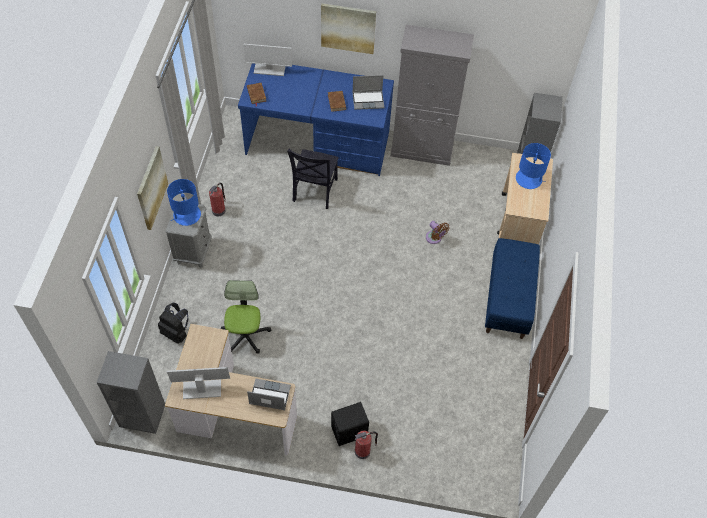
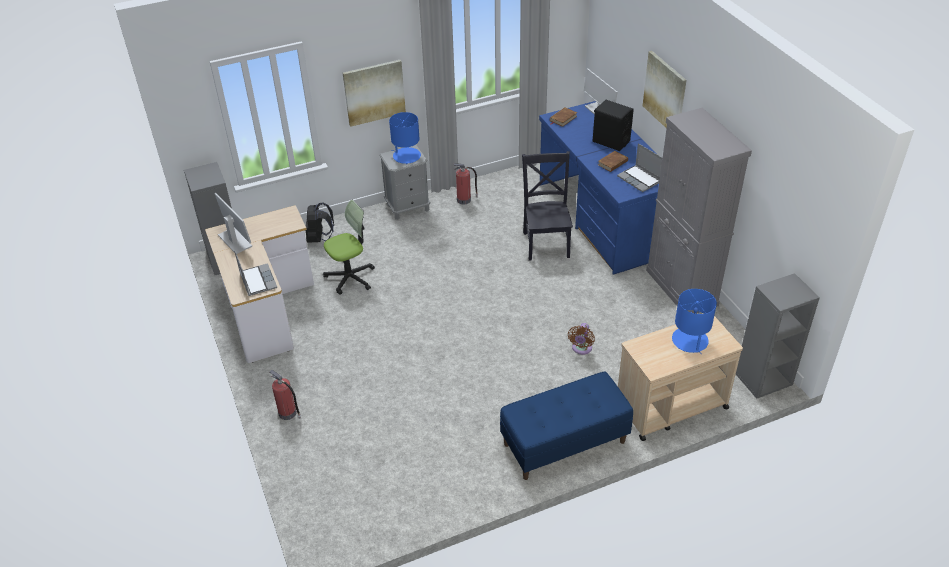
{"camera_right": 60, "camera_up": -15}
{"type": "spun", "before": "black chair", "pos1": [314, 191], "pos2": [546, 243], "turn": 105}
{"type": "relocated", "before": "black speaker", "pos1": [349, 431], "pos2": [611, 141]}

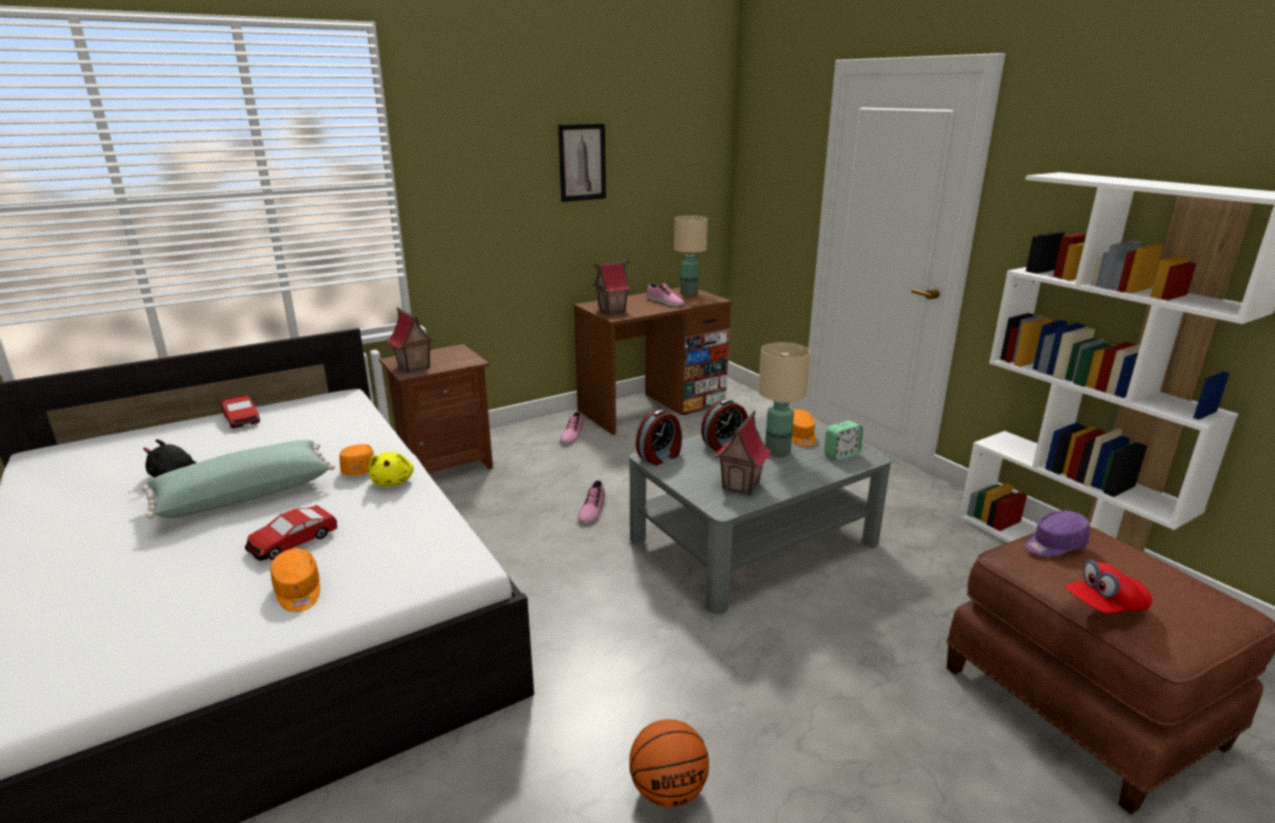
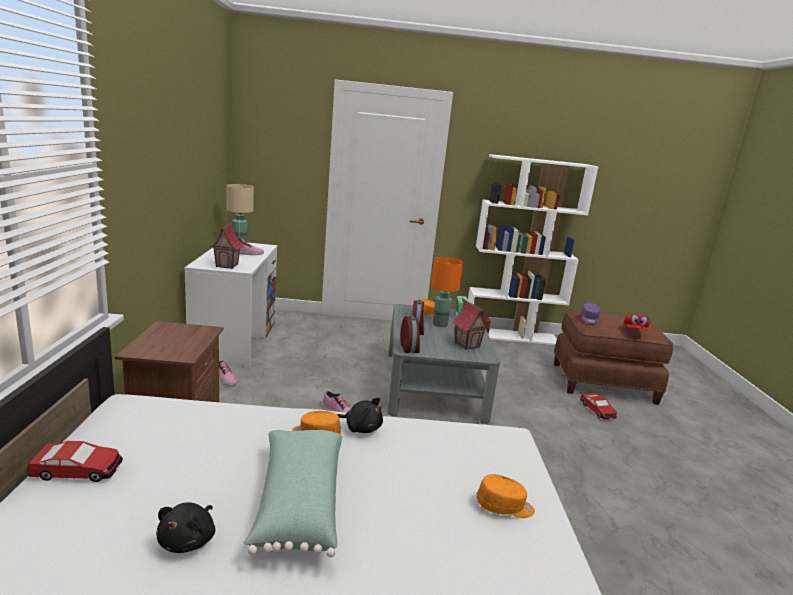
{"camera_right": -60, "camera_up": -5}
{"type": "relocated", "before": "toy car", "pos1": [293, 541], "pos2": [597, 410]}
{"type": "colour", "before": "yellow plush toy", "after": "black plush toy", "pos1": [393, 482], "pos2": [361, 428]}
{"type": "missing", "before": "toy house", "pos1": [413, 367]}
{"type": "missing", "before": "picture", "pos1": [582, 162]}
{"type": "colour", "before": "brown desk", "after": "white desk", "pos1": [652, 407], "pos2": [235, 340]}
{"type": "missing", "before": "basketball", "pos1": [668, 791]}
{"type": "colour", "before": "beige table lamp", "after": "orange table lamp", "pos1": [778, 451], "pos2": [440, 324]}

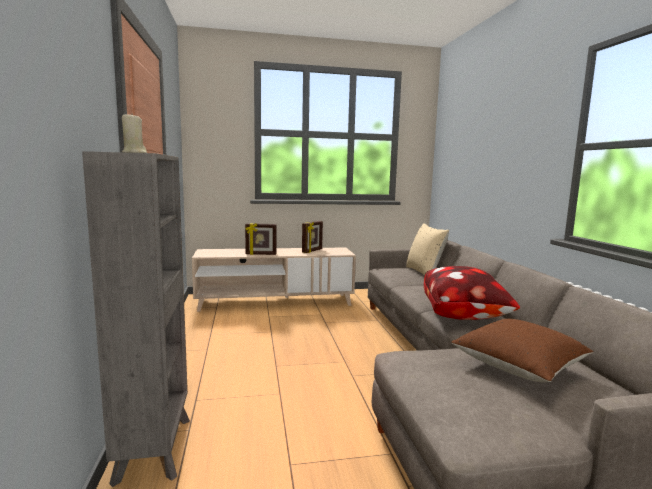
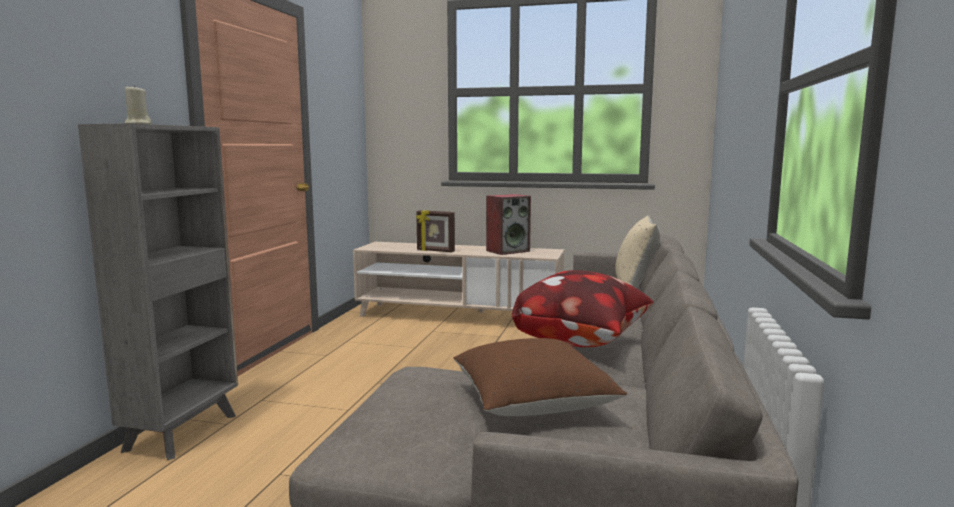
{"camera_right": 25, "camera_up": 0}
{"type": "exchanged", "before": "picture frame", "after": "speaker", "pos1": [312, 251], "pos2": [508, 251]}

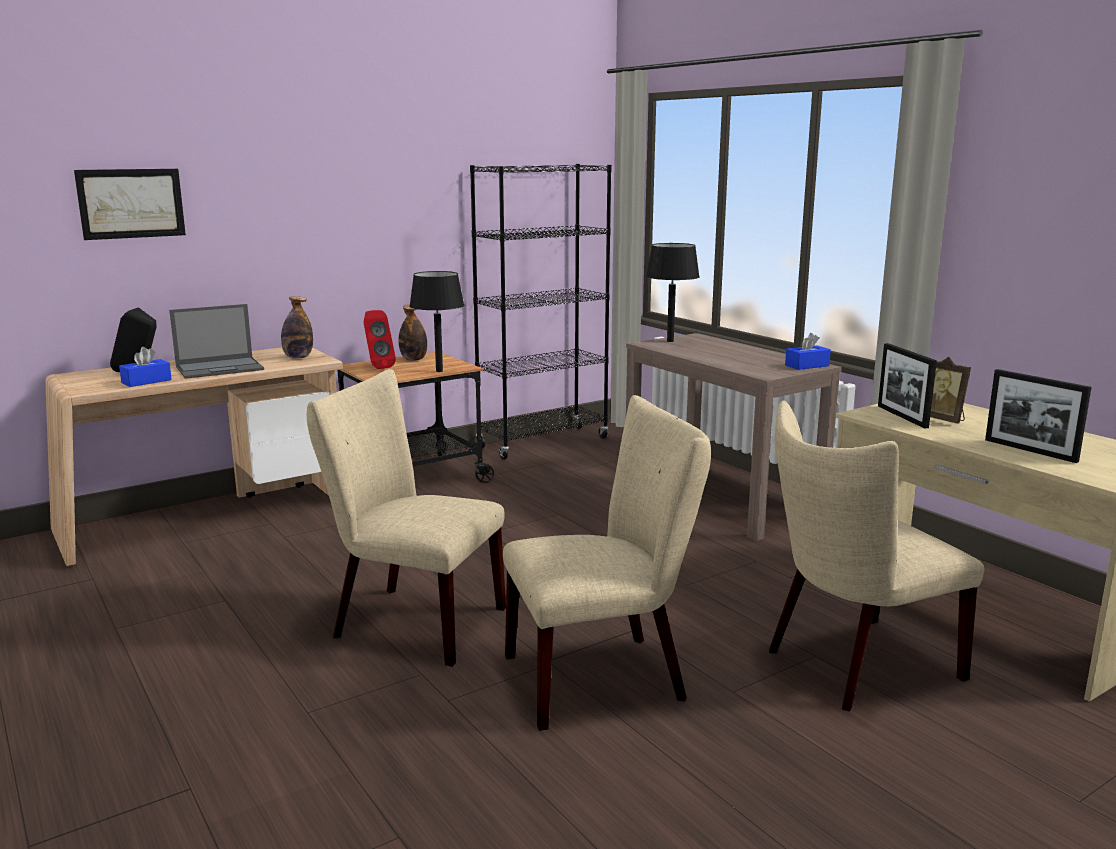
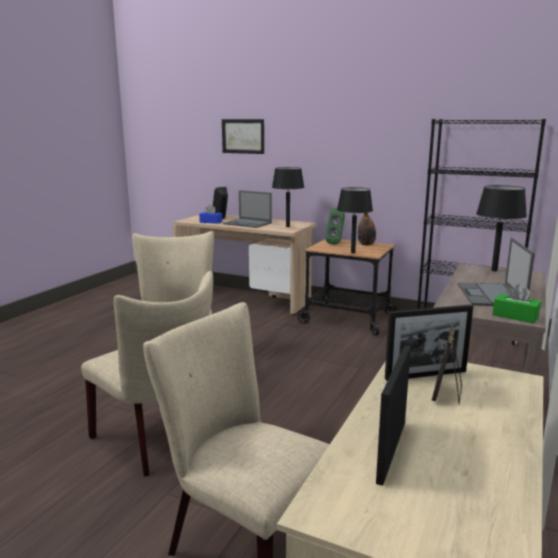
{"camera_right": 60, "camera_up": 0}
{"type": "exchanged", "before": "bottle", "after": "black table lamp", "pos1": [298, 357], "pos2": [287, 226]}
{"type": "colour", "before": "red speaker", "after": "green speaker", "pos1": [377, 367], "pos2": [336, 243]}
{"type": "colour", "before": "blue tissue box", "after": "green tissue box", "pos1": [807, 365], "pos2": [515, 316]}
{"type": "spun", "before": "picture frame", "pos1": [902, 416], "pos2": [425, 375], "turn": -150}
{"type": "appeared", "after": "laptop", "pos2": [490, 295]}

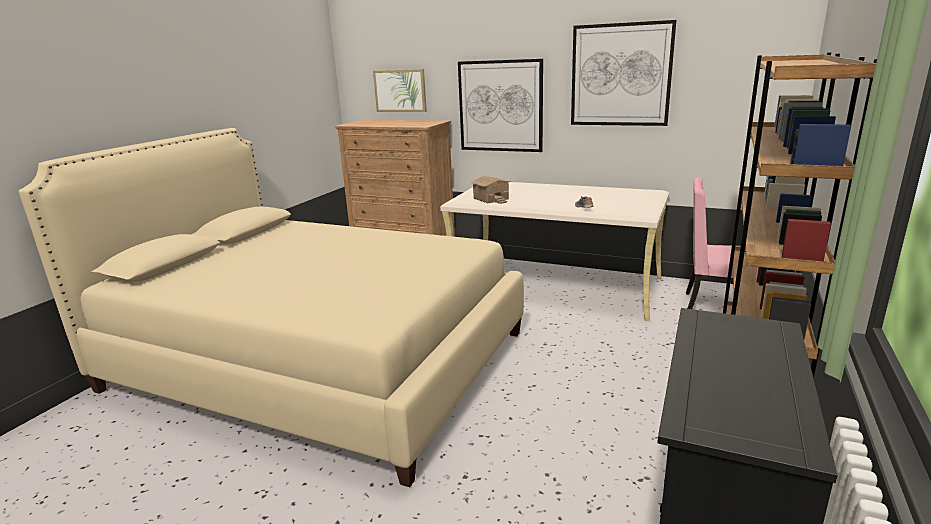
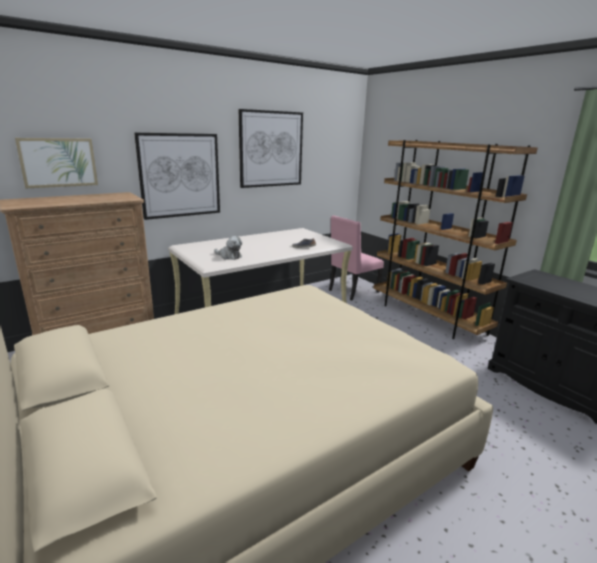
{"camera_right": -60, "camera_up": 0}
{"type": "exchanged", "before": "toy house", "after": "plush toy", "pos1": [491, 198], "pos2": [229, 256]}

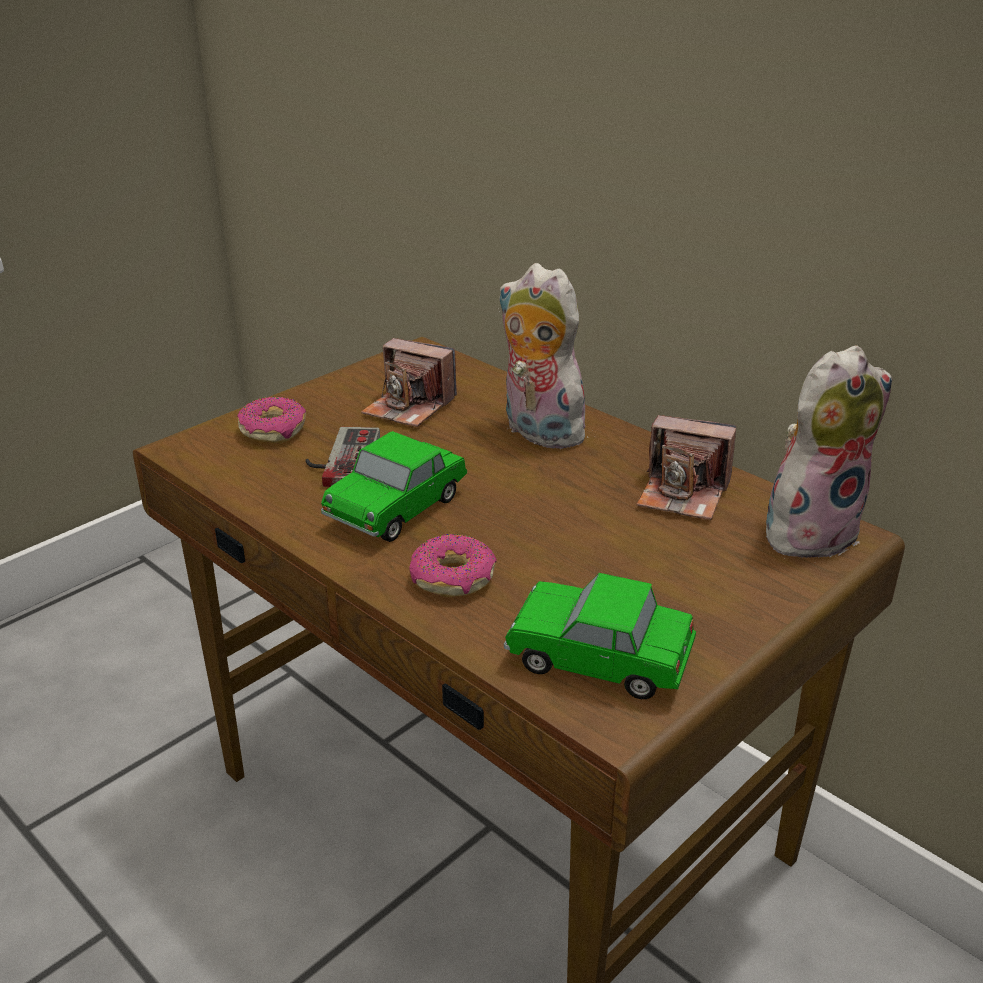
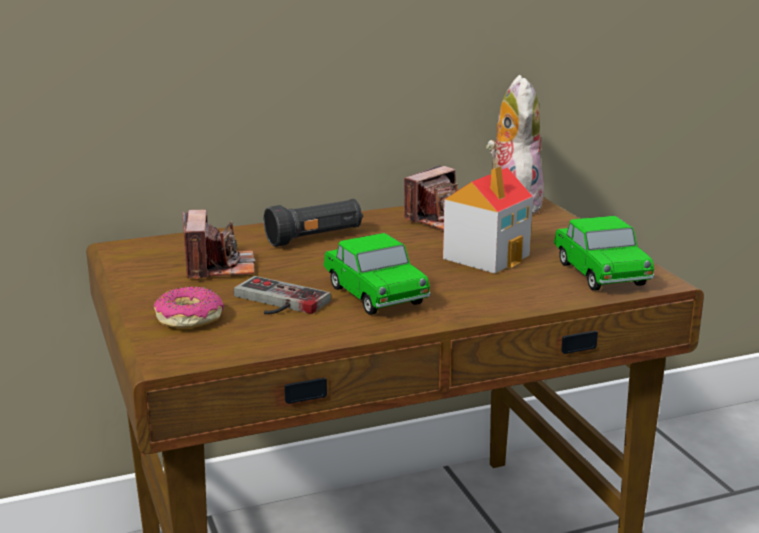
{"camera_right": -65, "camera_up": -10}
{"type": "spun", "before": "photo camera", "pos1": [409, 407], "pos2": [218, 267], "turn": -60}
{"type": "missing", "before": "donut", "pos1": [453, 578]}
{"type": "exchanged", "before": "plush toy", "after": "black flashlight", "pos1": [537, 432], "pos2": [315, 238]}
{"type": "spun", "before": "toy car", "pos1": [598, 660], "pos2": [600, 274], "turn": -60}
{"type": "appeared", "after": "toy house", "pos2": [487, 256]}

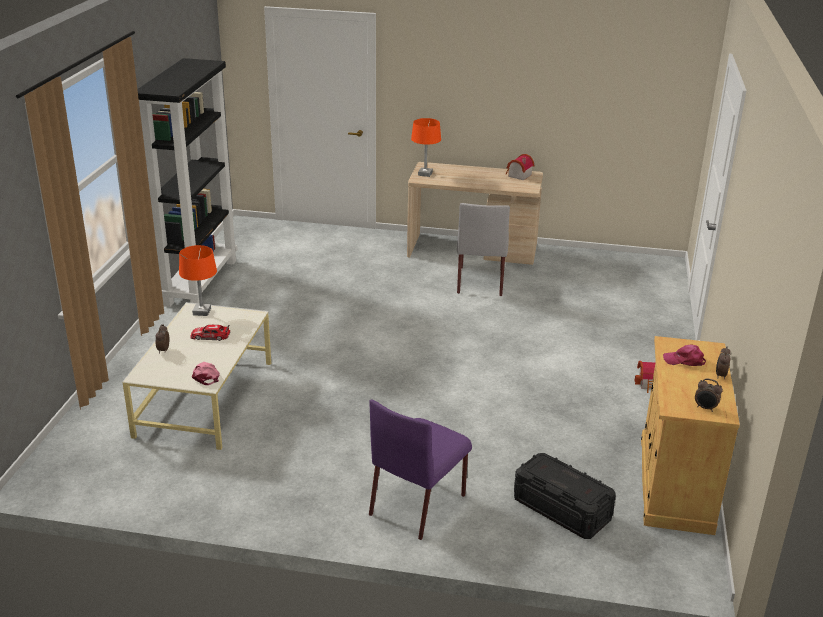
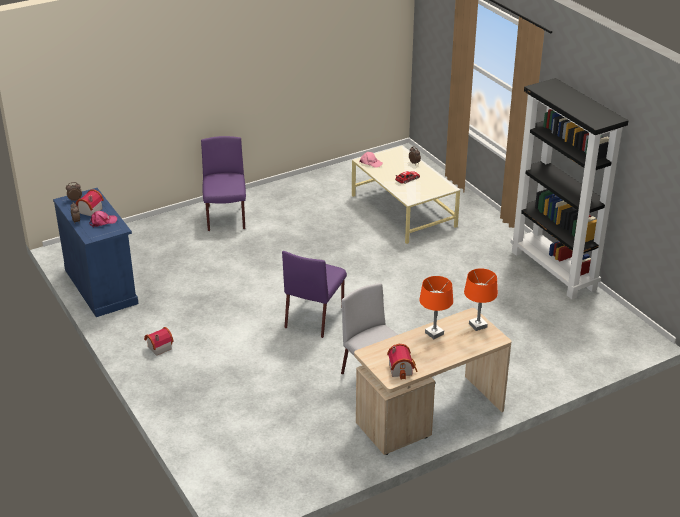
{"camera_right": 140, "camera_up": 5}
{"type": "relocated", "before": "orange table lamp", "pos1": [201, 312], "pos2": [434, 333]}
{"type": "missing", "before": "black storage box", "pos1": [561, 510]}
{"type": "colour", "before": "beige cabinet", "after": "blue cabinet", "pos1": [675, 484], "pos2": [101, 286]}
{"type": "appeared", "after": "toy house", "pos2": [89, 211]}
{"type": "appeared", "after": "purple chair", "pos2": [315, 317]}

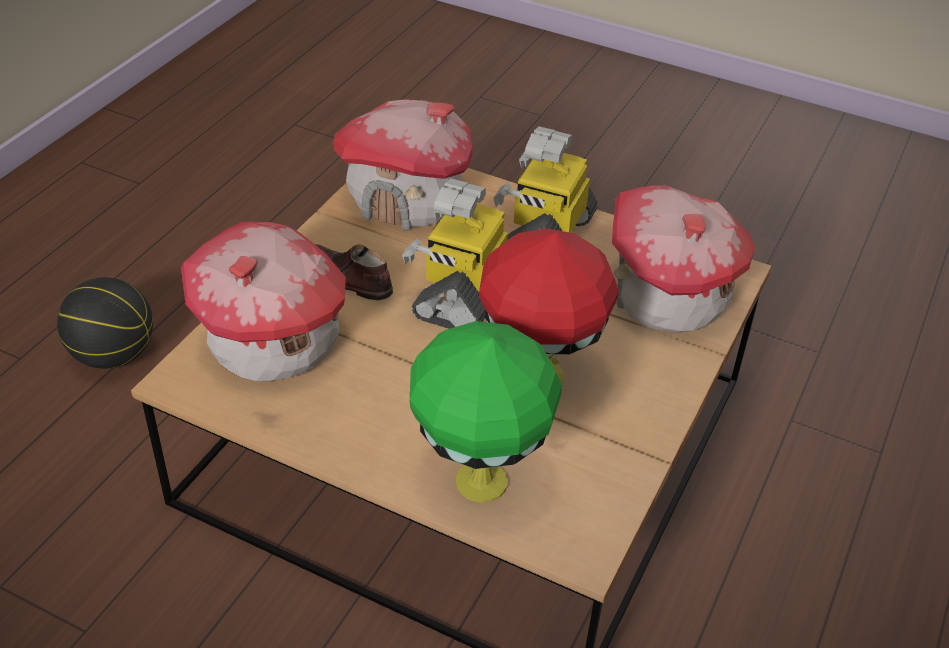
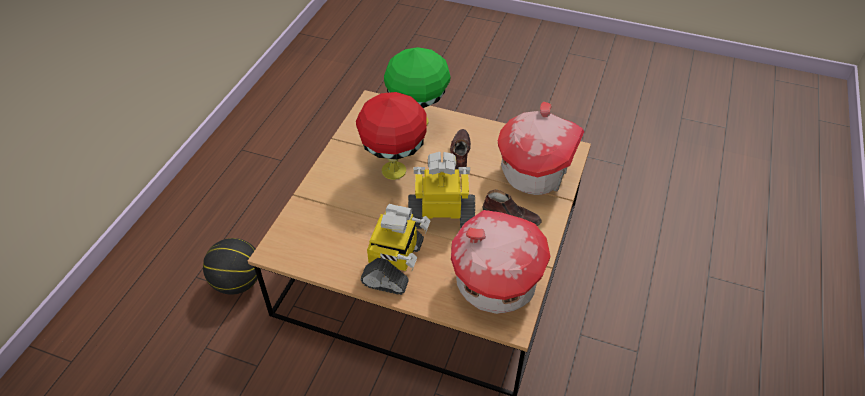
{"camera_right": 175, "camera_up": 5}
{"type": "relocated", "before": "basketball", "pos1": [113, 355], "pos2": [238, 282]}
{"type": "spun", "before": "toy robot", "pos1": [463, 293], "pos2": [441, 215], "turn": -105}
{"type": "missing", "before": "toy house", "pos1": [668, 298]}
{"type": "appeared", "after": "brown shoe", "pos2": [459, 154]}

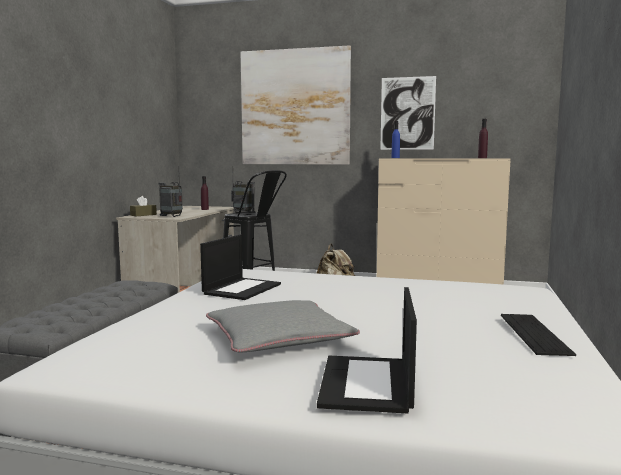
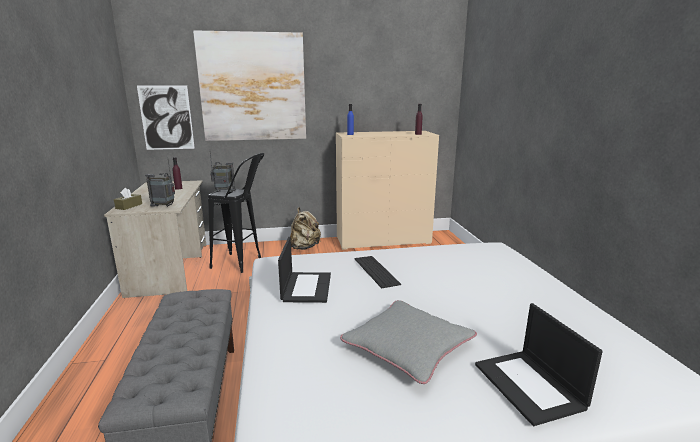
{"camera_right": -25, "camera_up": 10}
{"type": "relocated", "before": "picture", "pos1": [407, 113], "pos2": [166, 118]}
{"type": "relocated", "before": "keyboard", "pos1": [534, 333], "pos2": [376, 271]}

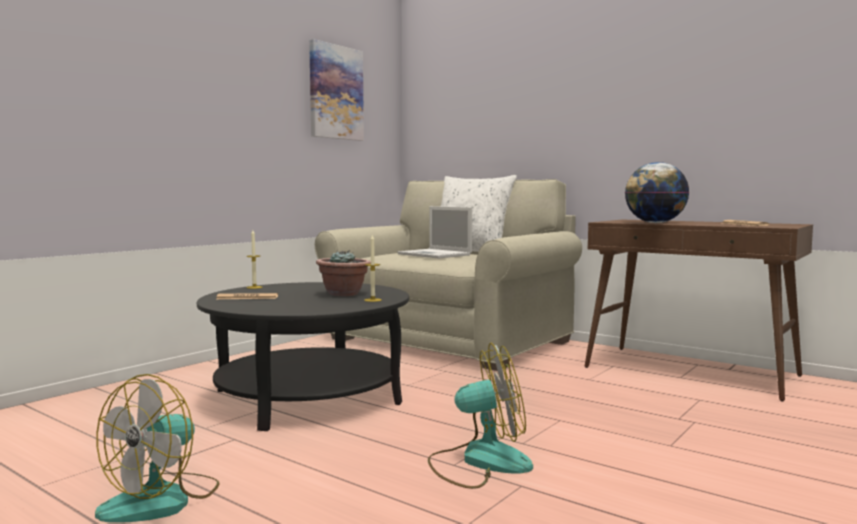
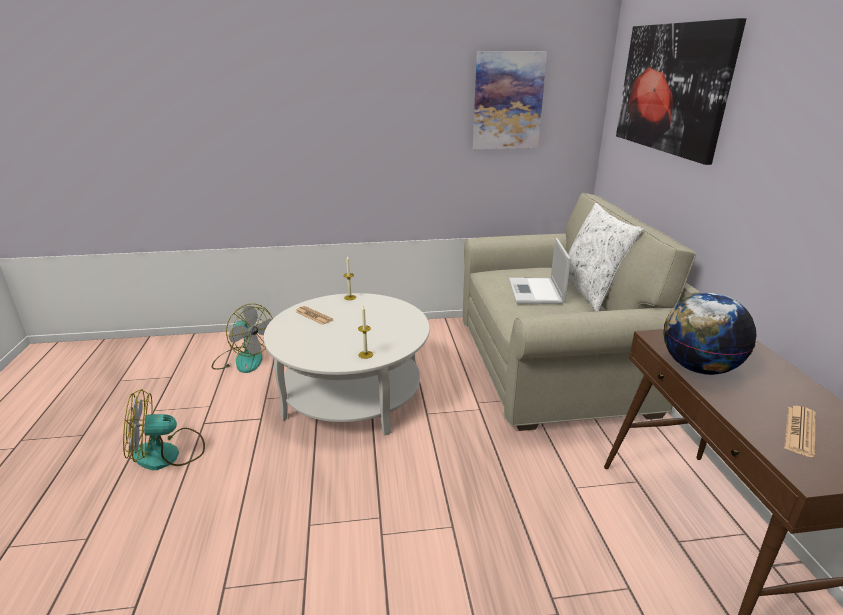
{"camera_right": 45, "camera_up": 20}
{"type": "colour", "before": "black coffee table", "after": "white coffee table", "pos1": [308, 396], "pos2": [352, 394]}
{"type": "missing", "before": "potted plant", "pos1": [344, 294]}
{"type": "relocated", "before": "fan", "pos1": [479, 462], "pos2": [244, 359]}
{"type": "appeared", "after": "picture", "pos2": [671, 88]}

